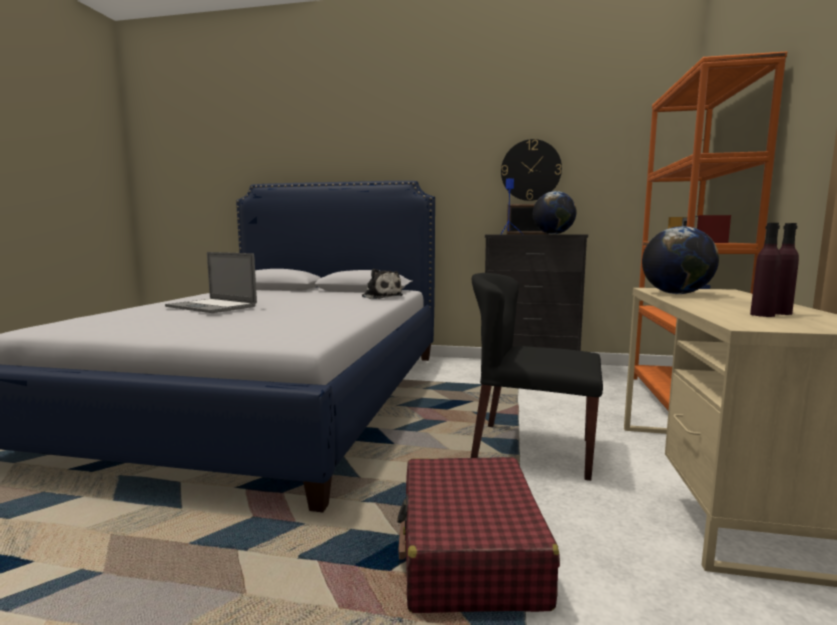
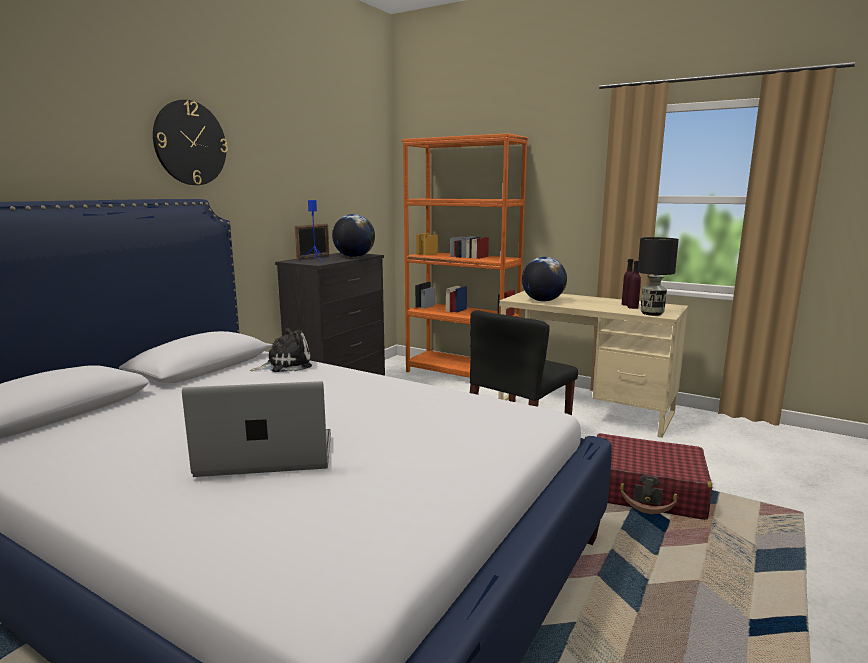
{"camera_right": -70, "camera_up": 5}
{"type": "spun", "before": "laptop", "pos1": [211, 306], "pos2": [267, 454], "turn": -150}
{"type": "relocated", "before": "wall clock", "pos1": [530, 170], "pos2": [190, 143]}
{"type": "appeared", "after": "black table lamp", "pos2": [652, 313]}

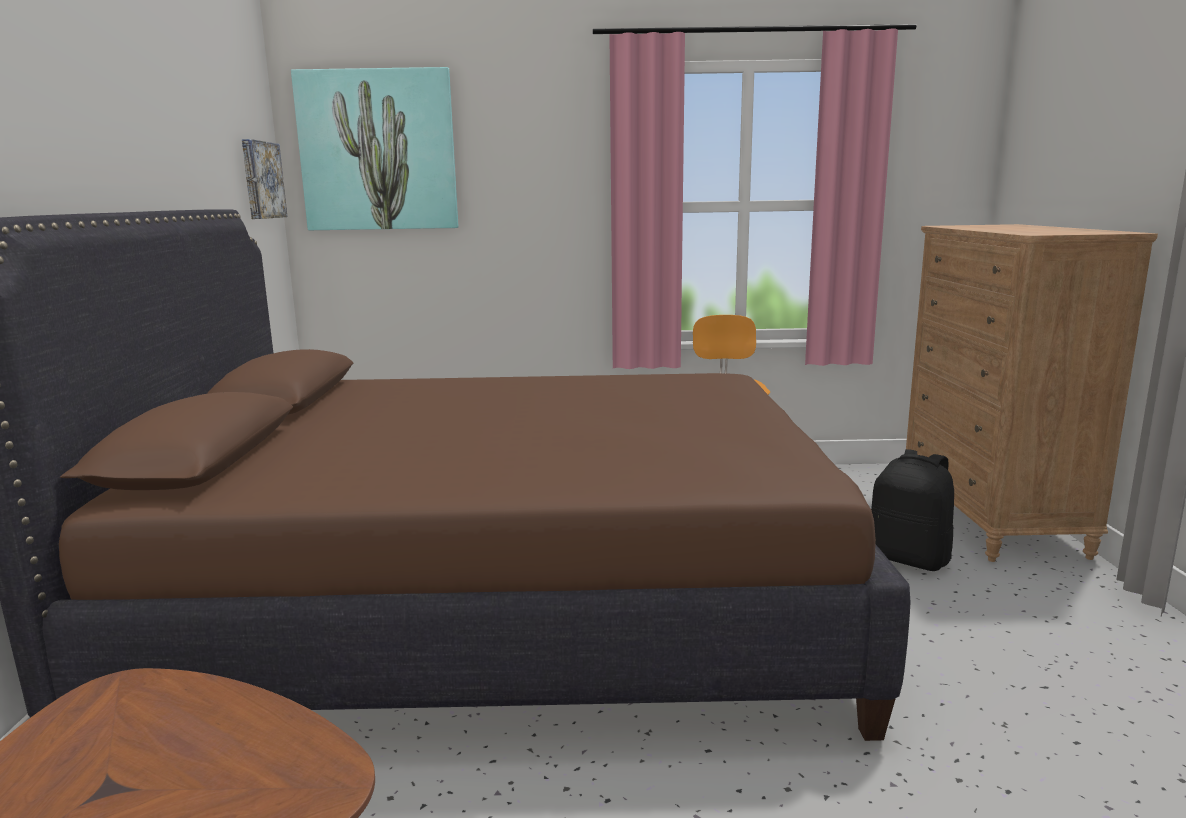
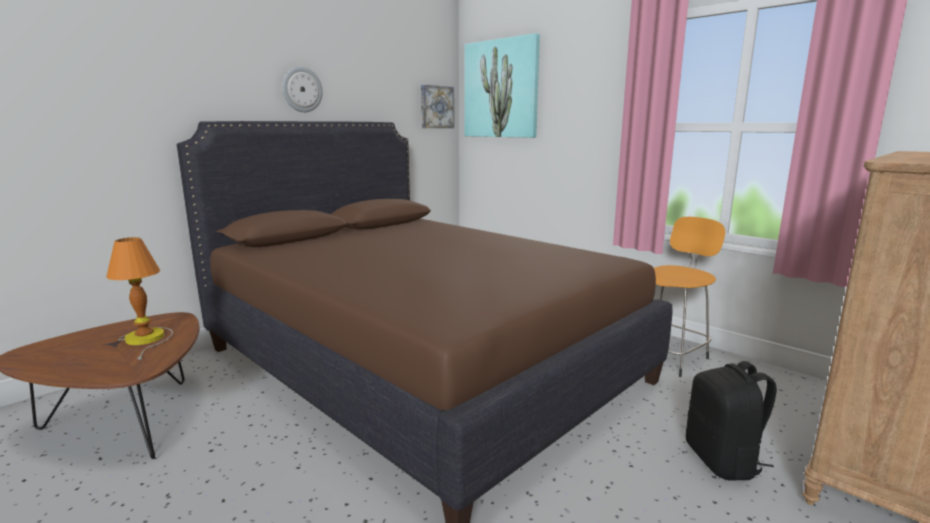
{"camera_right": 45, "camera_up": 0}
{"type": "appeared", "after": "table lamp", "pos2": [147, 339]}
{"type": "appeared", "after": "wall clock", "pos2": [302, 89]}

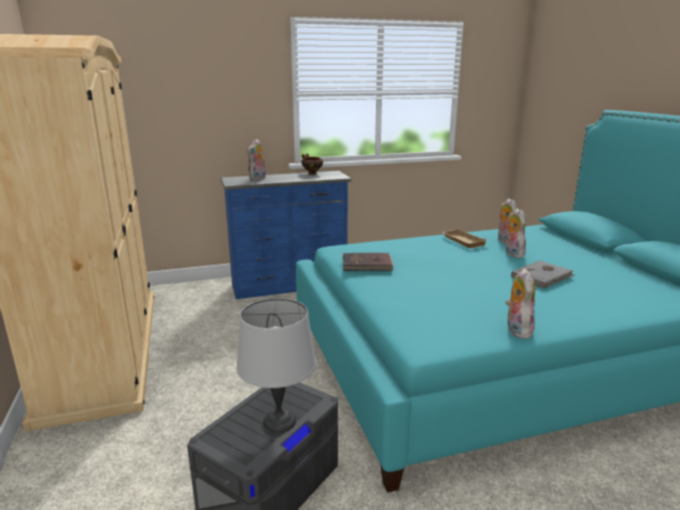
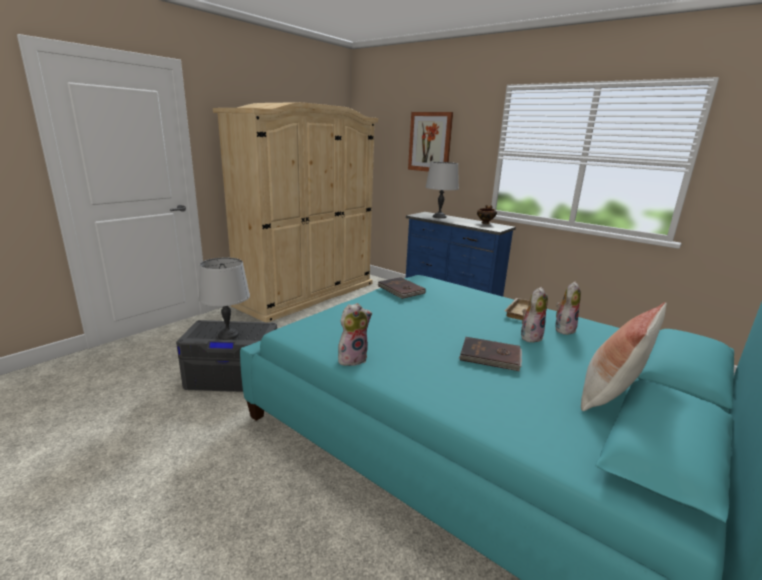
{"camera_right": 55, "camera_up": 0}
{"type": "exchanged", "before": "plush toy", "after": "grey table lamp", "pos1": [258, 178], "pos2": [439, 217]}
{"type": "colour", "before": "grey book", "after": "brown book", "pos1": [542, 277], "pos2": [490, 357]}
{"type": "appeared", "after": "picture", "pos2": [430, 142]}
{"type": "appeared", "after": "pillow", "pos2": [609, 396]}

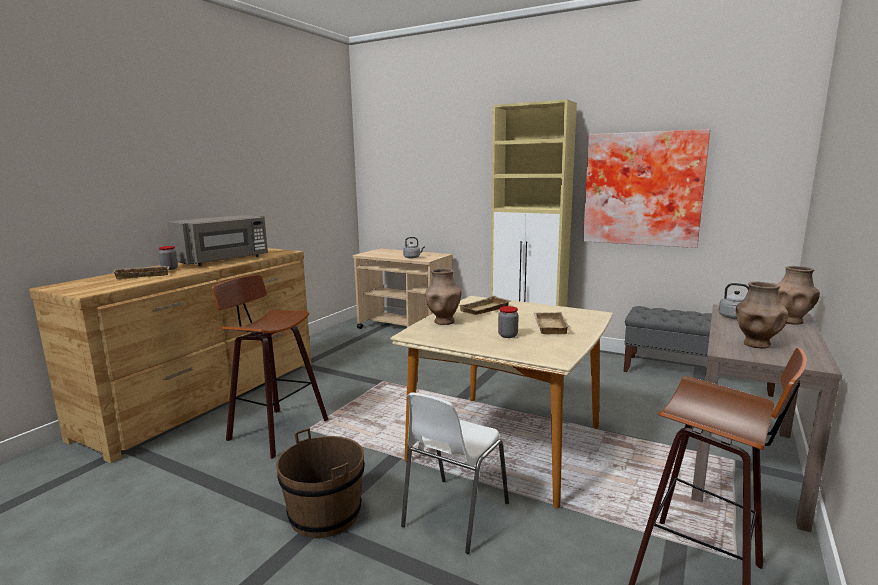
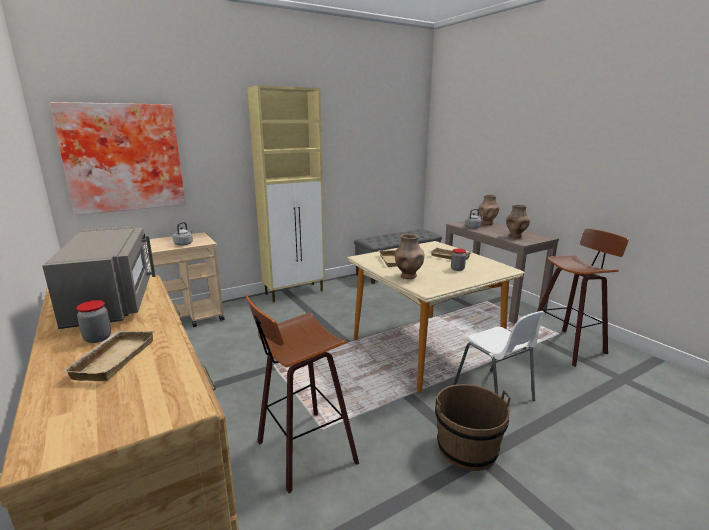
{"camera_right": -60, "camera_up": 5}
{"type": "relocated", "before": "picture", "pos1": [642, 189], "pos2": [123, 158]}

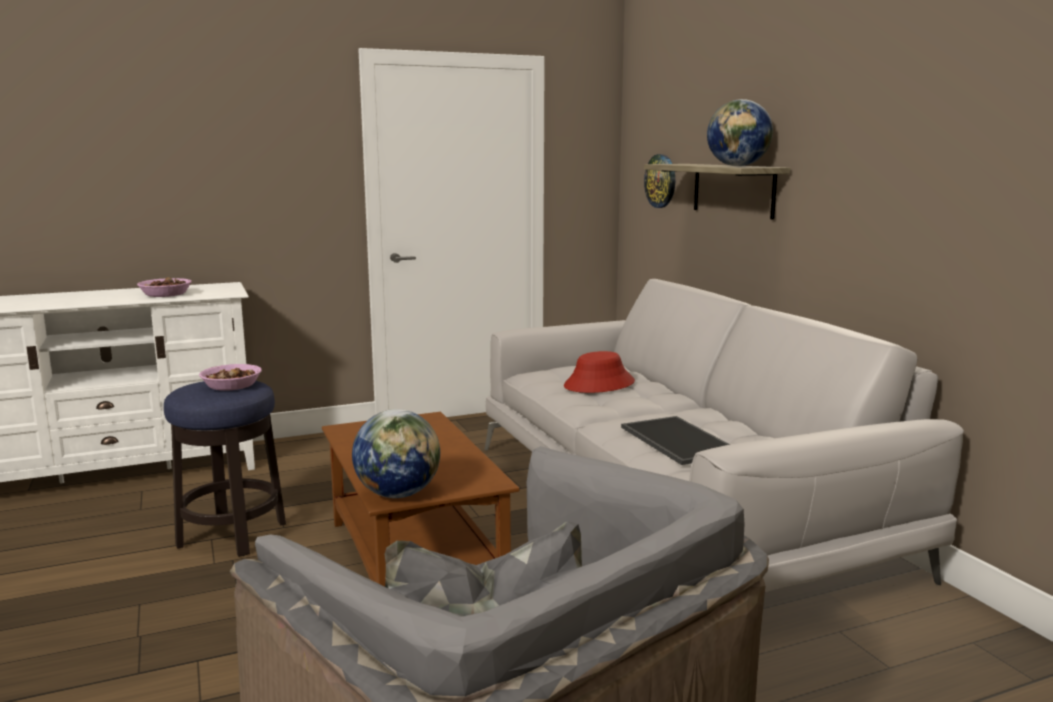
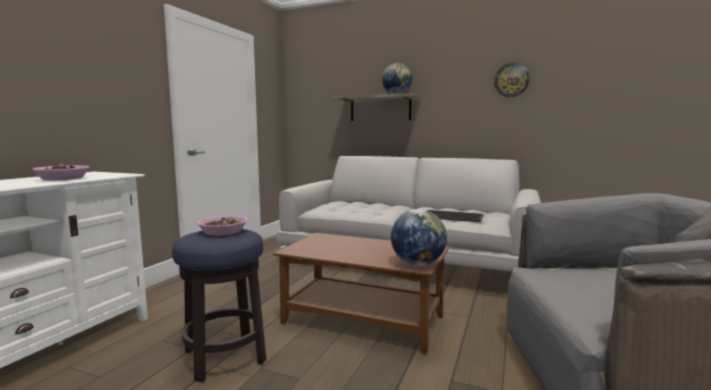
{"camera_right": -45, "camera_up": -5}
{"type": "missing", "before": "red hat", "pos1": [599, 384]}
{"type": "relocated", "before": "wall clock", "pos1": [661, 181], "pos2": [511, 80]}

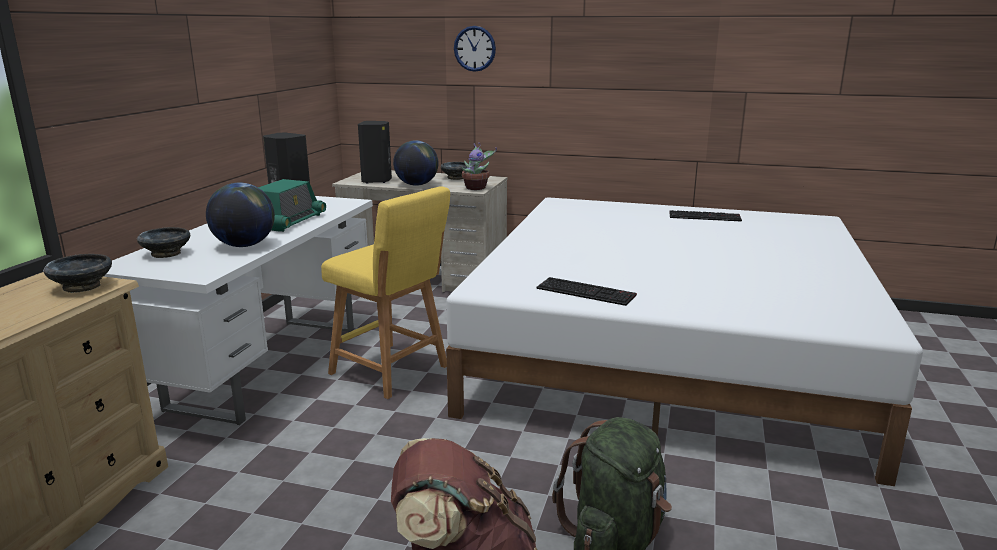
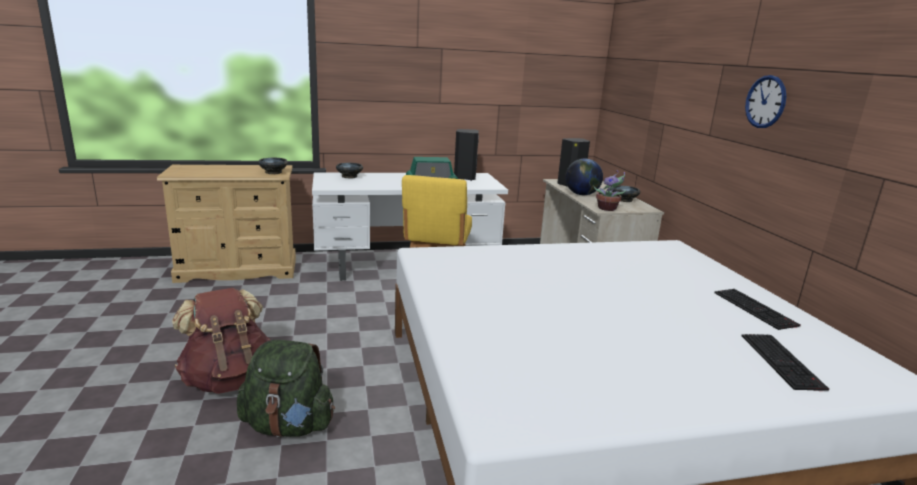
{"camera_right": 60, "camera_up": 0}
{"type": "missing", "before": "globe", "pos1": [244, 245]}
{"type": "relocated", "before": "wall clock", "pos1": [474, 48], "pos2": [765, 102]}
{"type": "relocated", "before": "keyboard", "pos1": [587, 291], "pos2": [783, 362]}

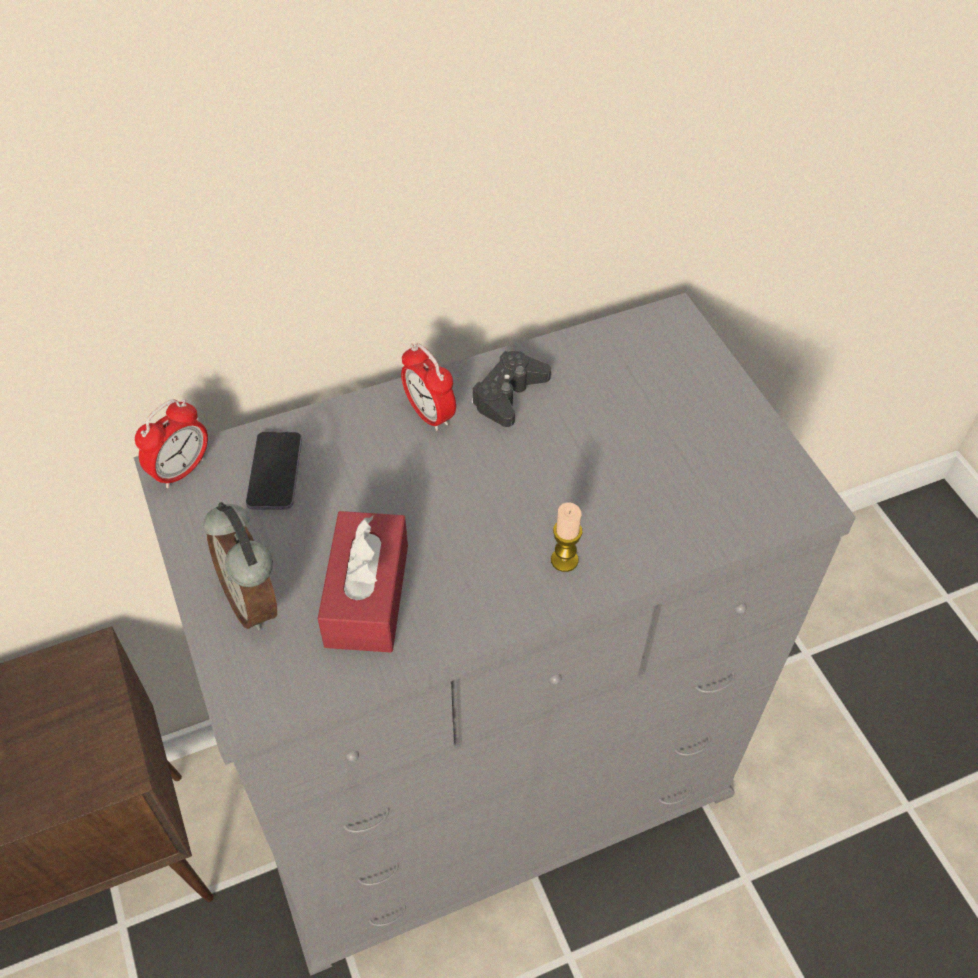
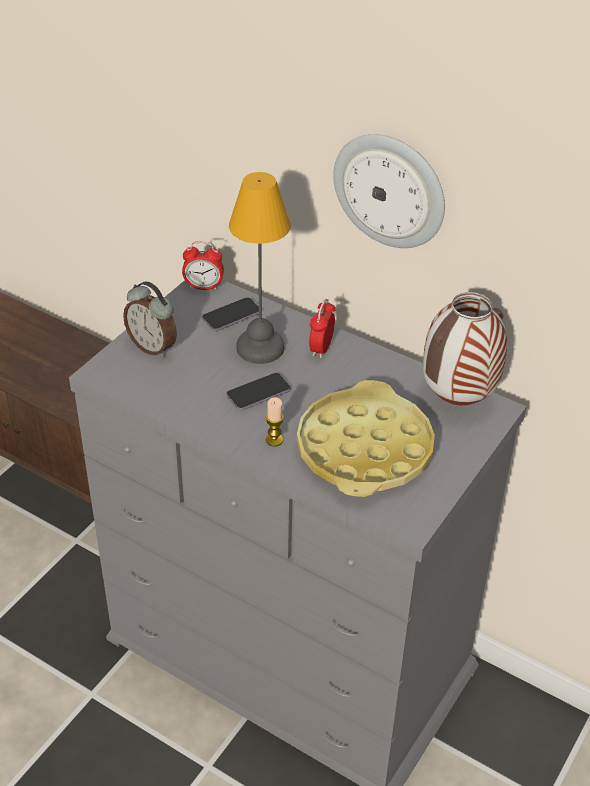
{"camera_right": 55, "camera_up": -10}
{"type": "spun", "before": "alarm clock", "pos1": [254, 600], "pos2": [153, 347], "turn": -75}
{"type": "missing", "before": "red tissue box", "pos1": [367, 595]}
{"type": "missing", "before": "black game controller", "pos1": [508, 394]}
{"type": "appeared", "after": "phone", "pos2": [258, 393]}
{"type": "appeared", "after": "table lamp", "pos2": [259, 346]}
{"type": "appeared", "after": "yellow tray", "pos2": [364, 449]}
{"type": "appeared", "after": "wall clock", "pos2": [390, 190]}
{"type": "appeared", "after": "vase", "pos2": [457, 401]}

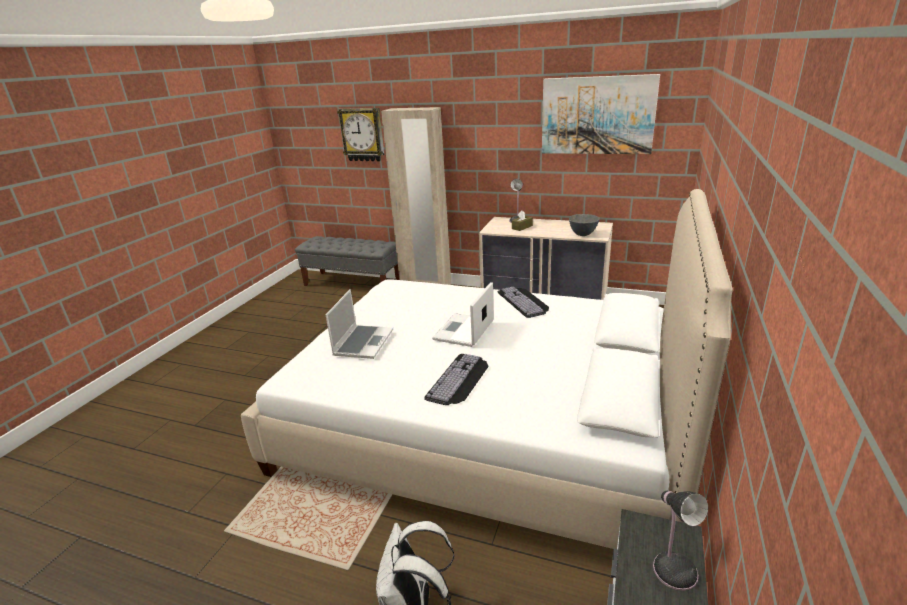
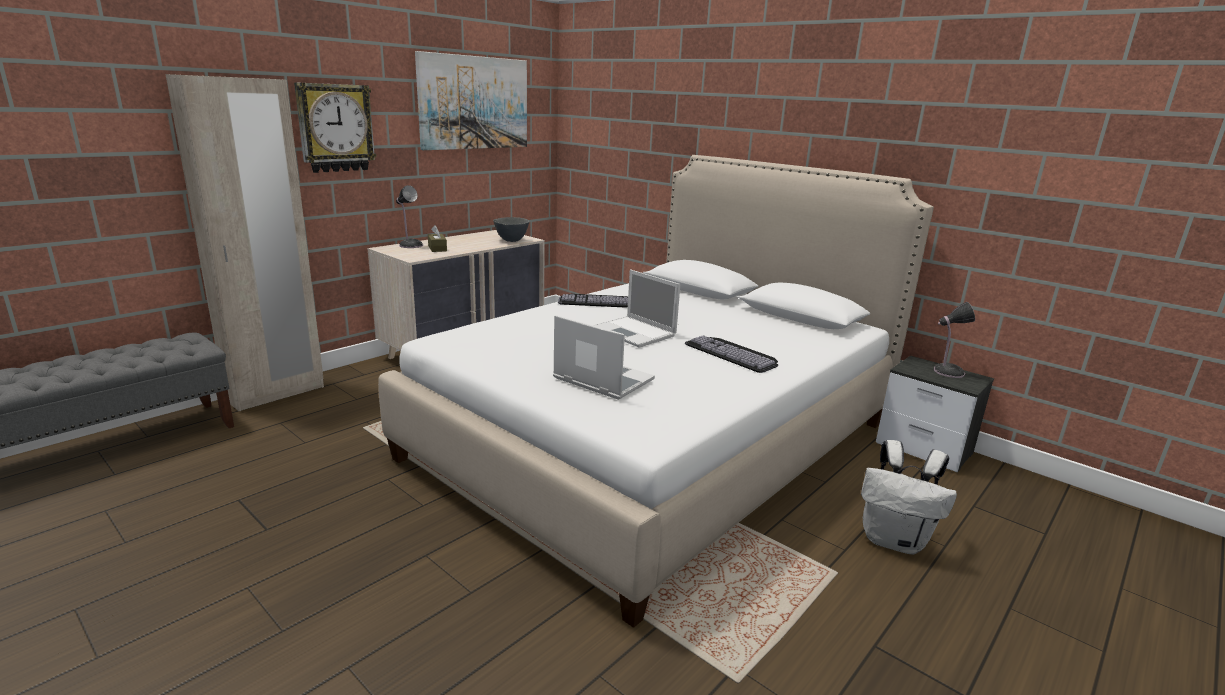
{"camera_right": -70, "camera_up": -5}
{"type": "relocated", "before": "wall clock", "pos1": [362, 134], "pos2": [335, 128]}

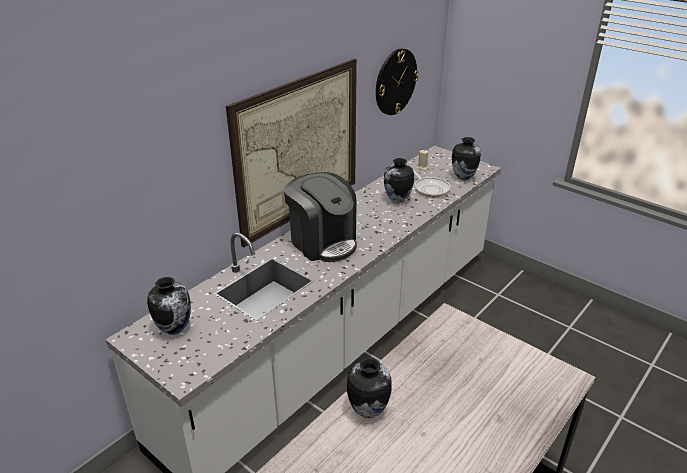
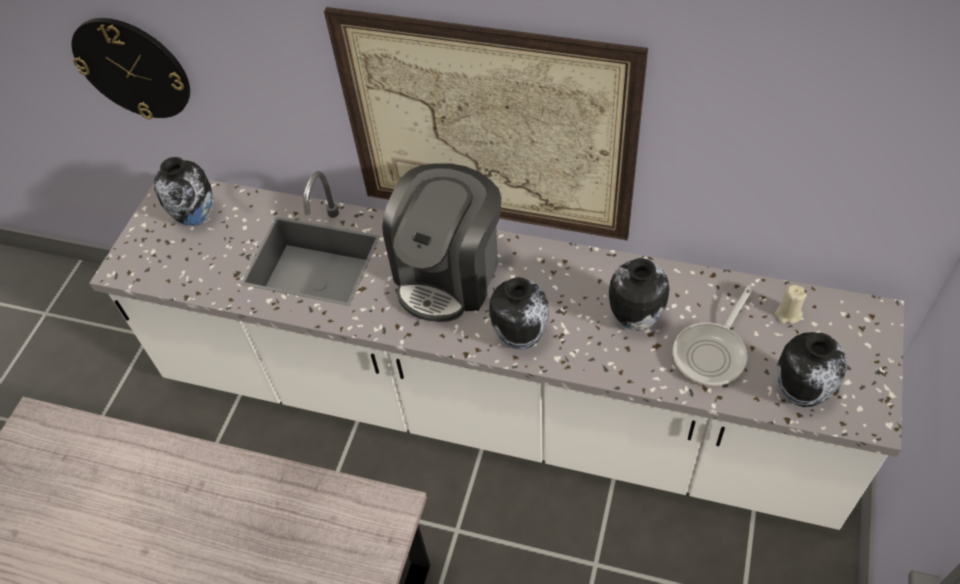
{"camera_right": 70, "camera_up": 20}
{"type": "relocated", "before": "vase", "pos1": [367, 410], "pos2": [520, 337]}
{"type": "relocated", "before": "wall clock", "pos1": [395, 82], "pos2": [132, 68]}

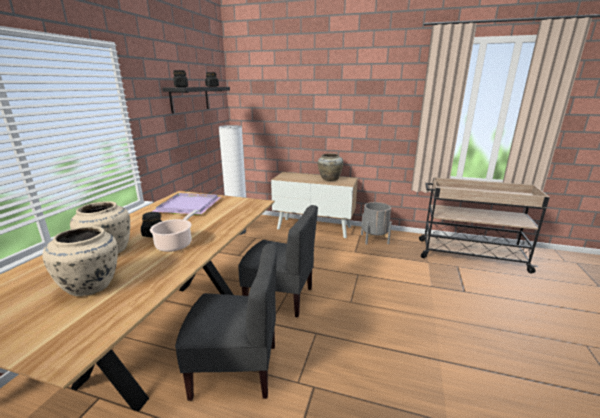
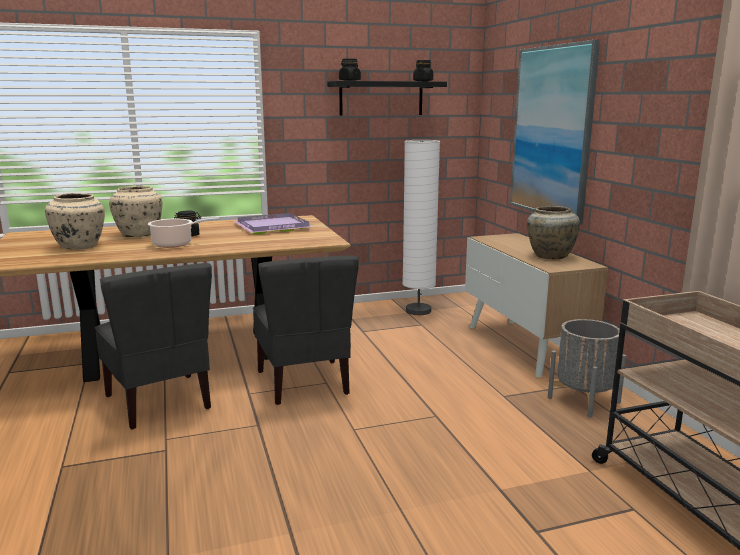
{"camera_right": 55, "camera_up": -5}
{"type": "appeared", "after": "picture", "pos2": [552, 132]}

